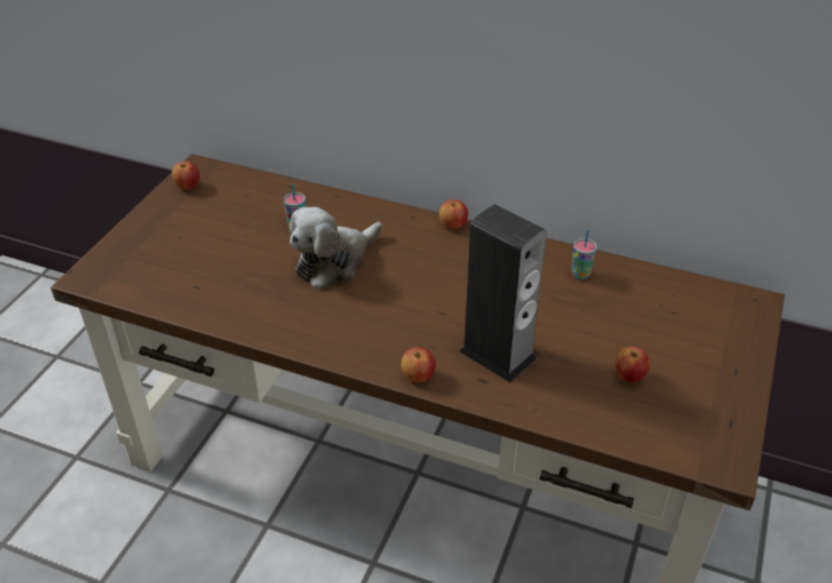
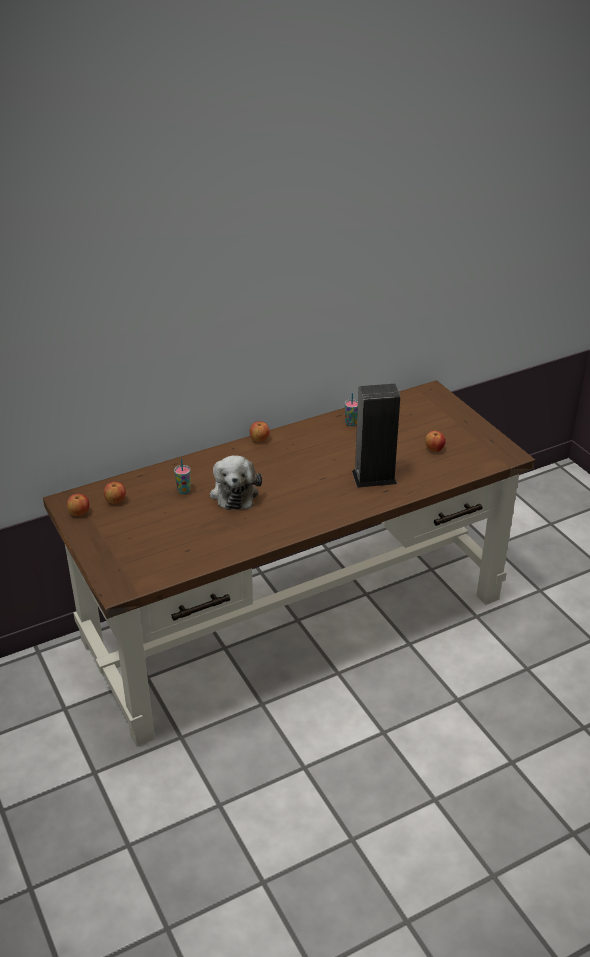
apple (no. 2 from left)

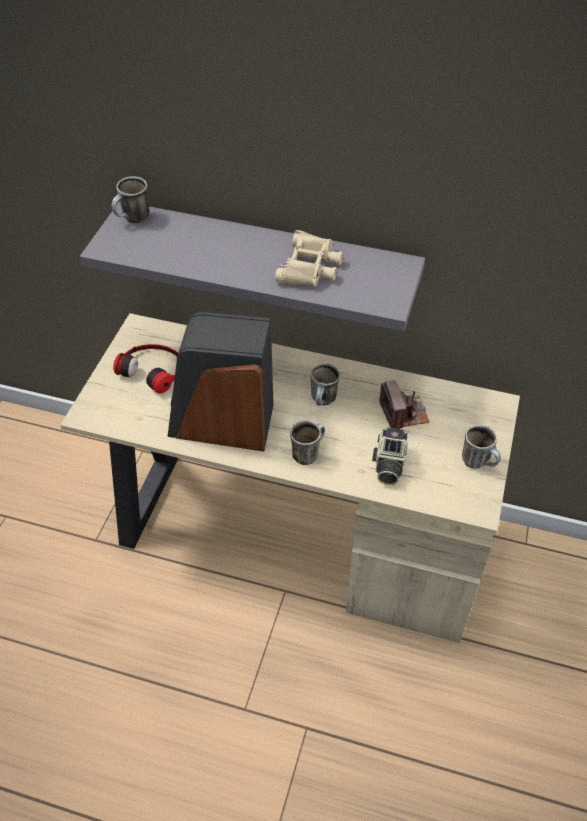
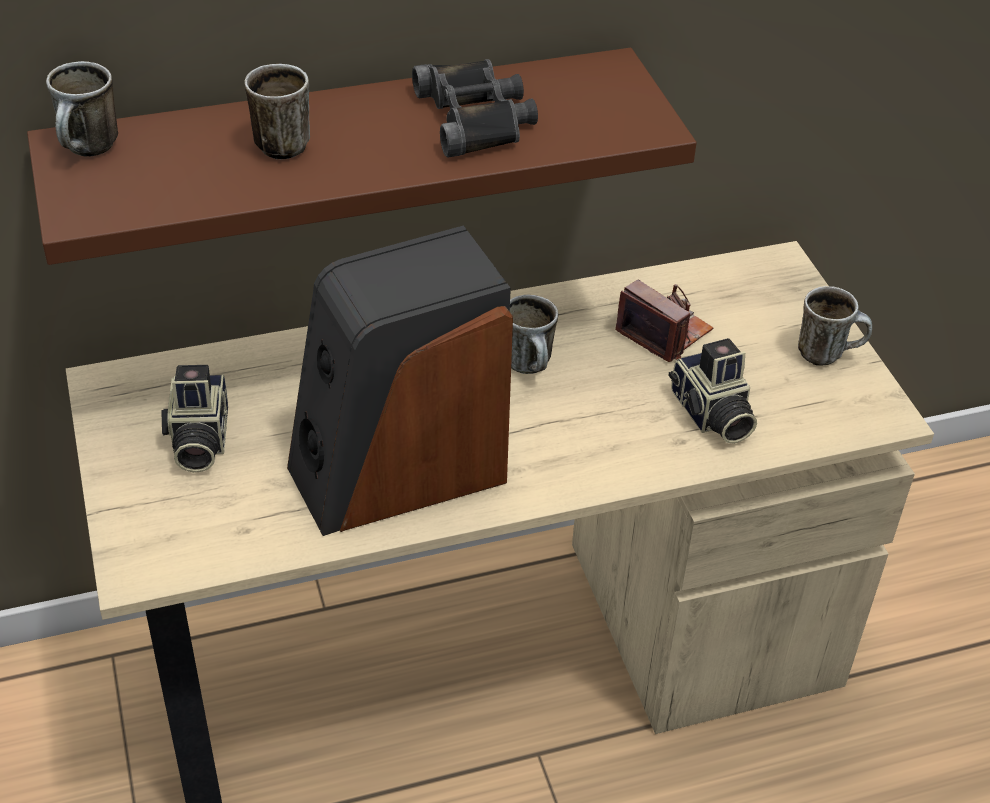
brown-coloured bracket shelf; blackish pair of binoculars; still camera (no. 1 from left); tea mug (no. 2 from left)

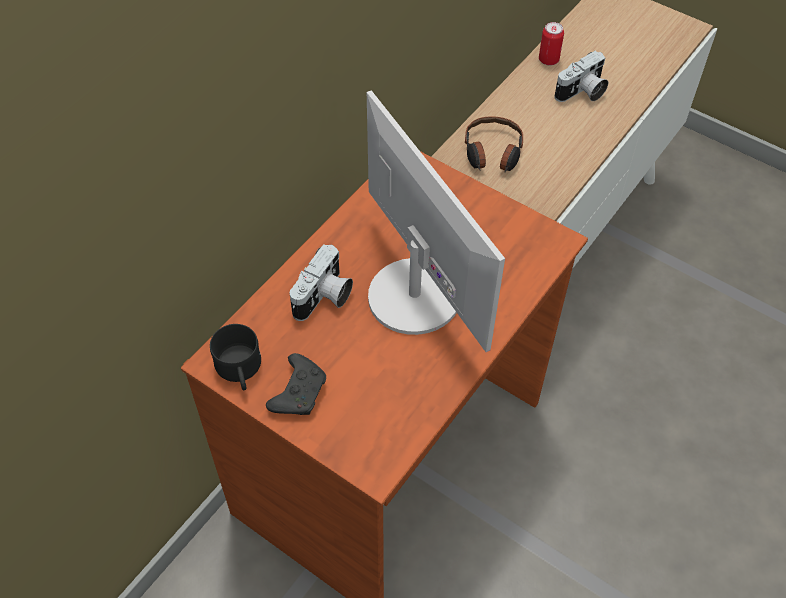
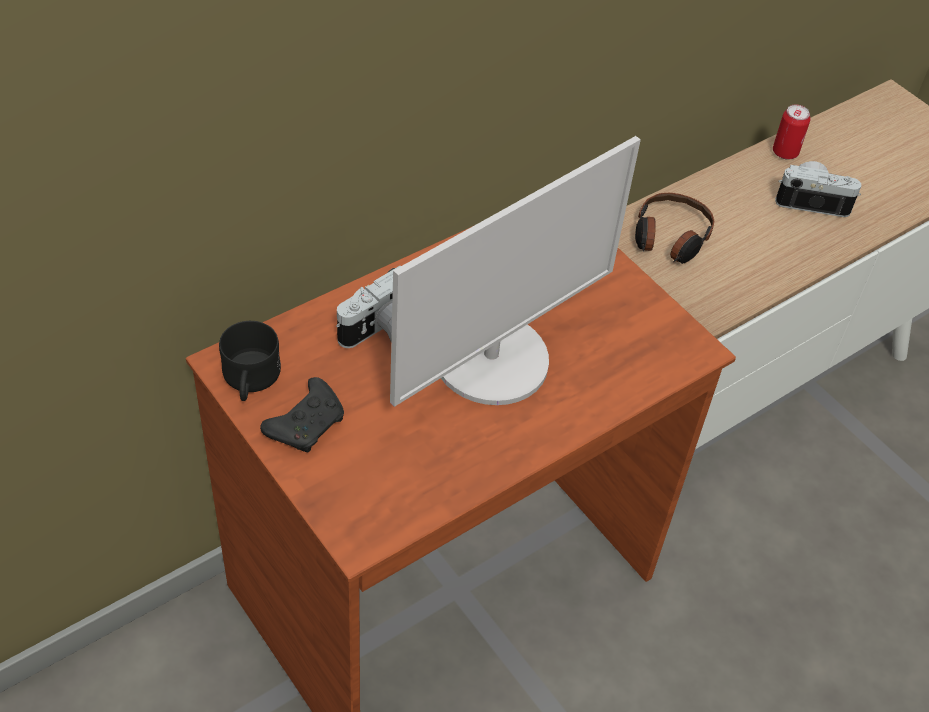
still camera (no. 2 from left); computer screen

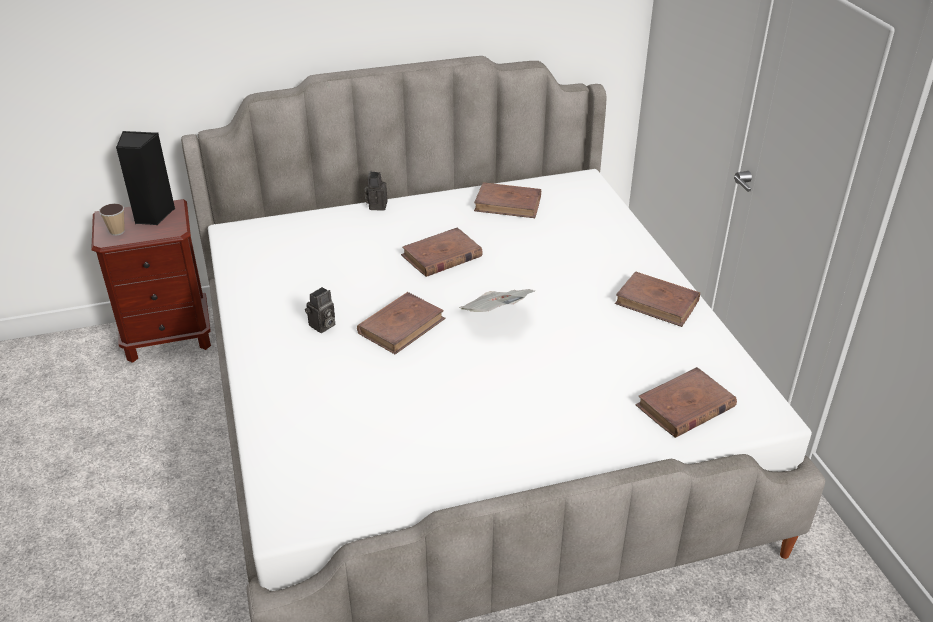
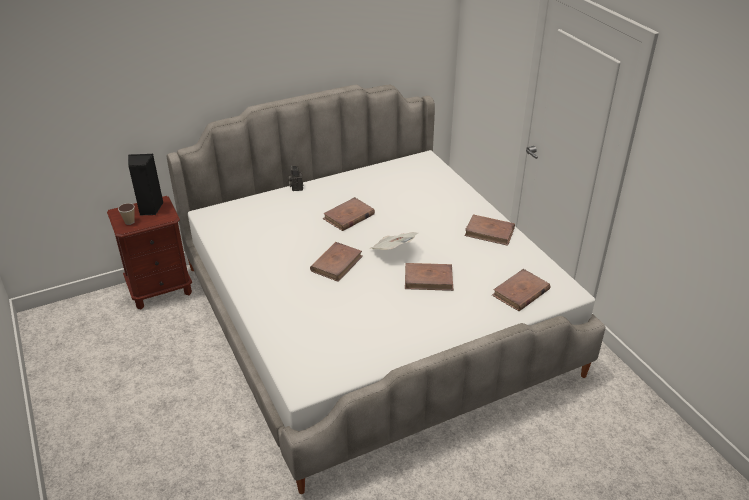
brown-coloured book (no. 3 from left); still camera (no. 1 from left in the first image)

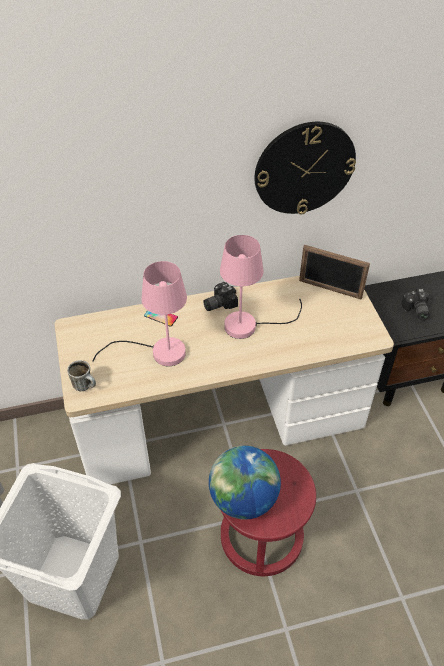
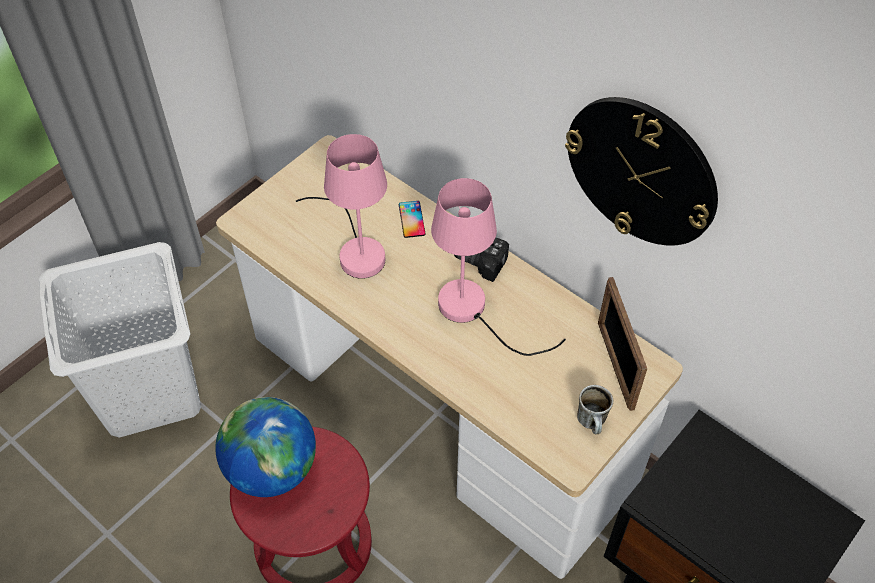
still camera (no. 2 from left in the first image); tea mug

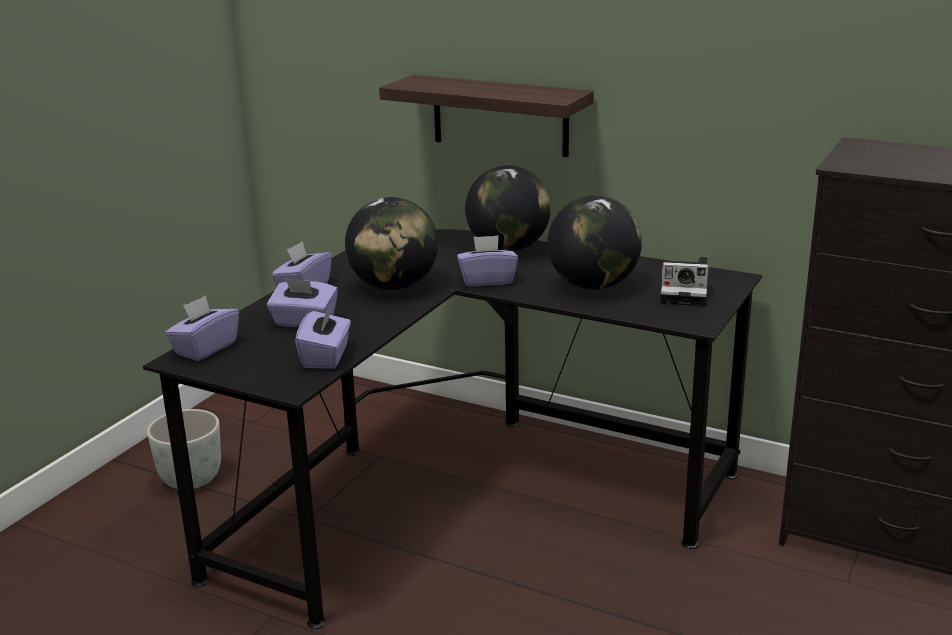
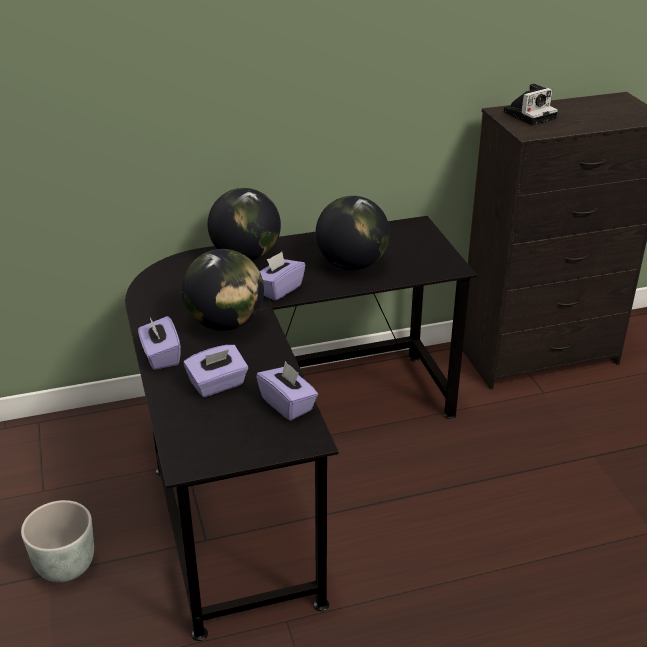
bracket shelf; still camera; purple tissue holder (no. 1 from left in the first image)

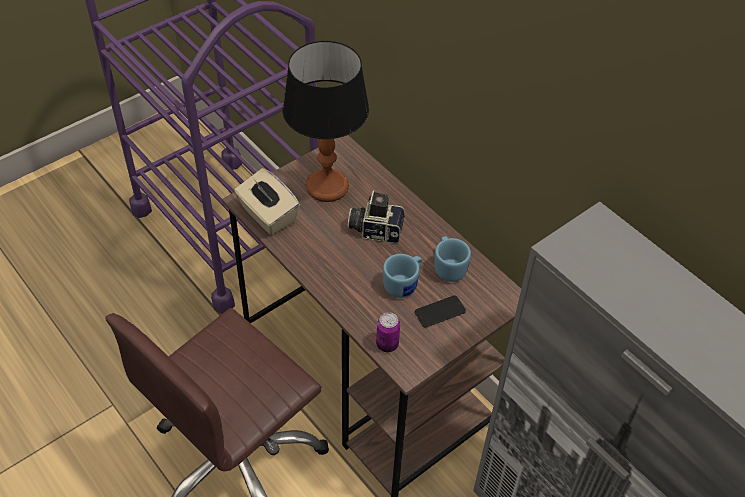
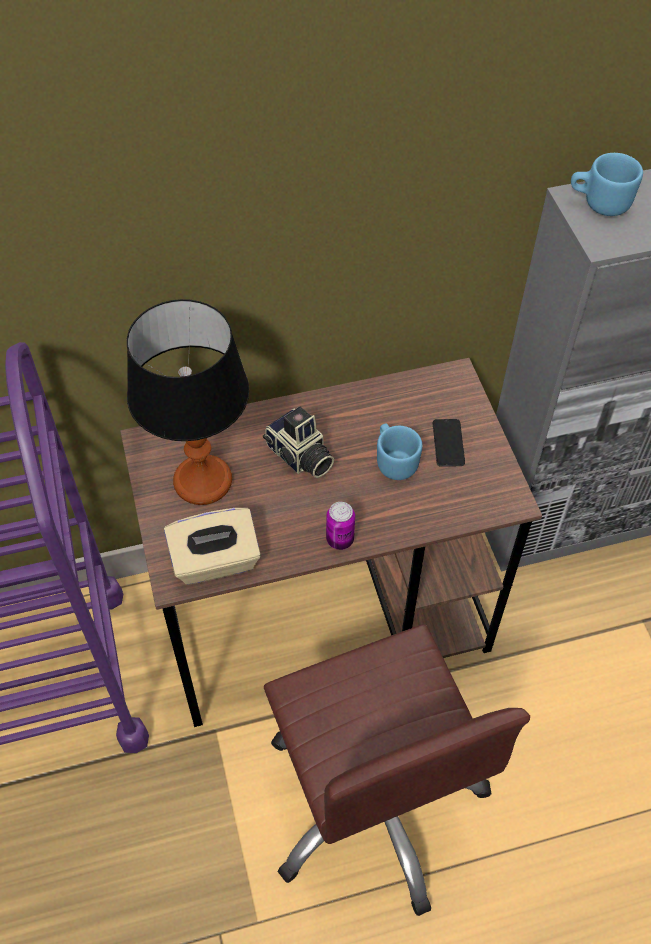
still camera; blue tea mug (no. 2 from left); can

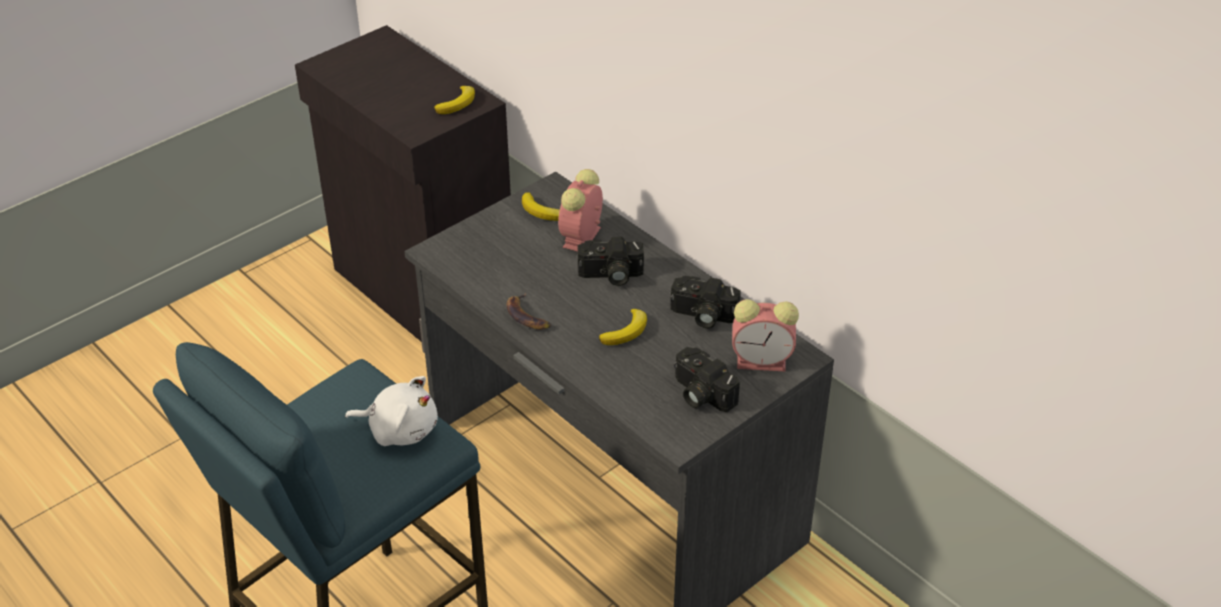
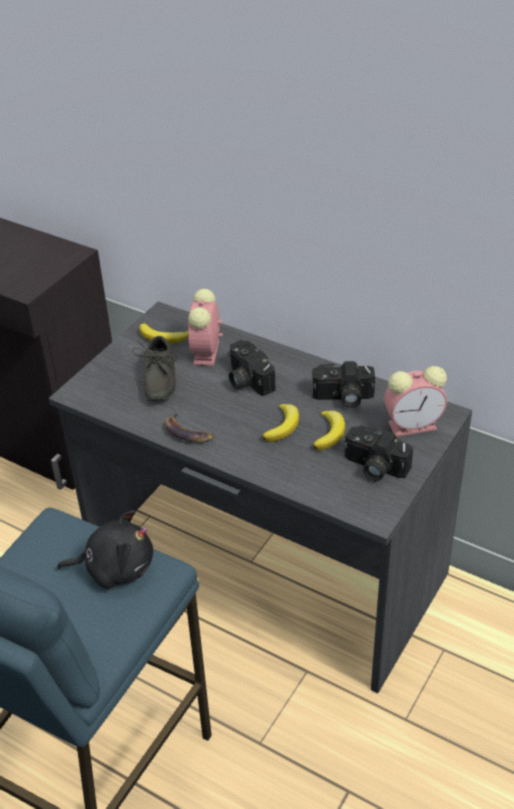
banana fruit (no. 4 from left); still camera (no. 1 from left); blackish soft toy; gray low shoe

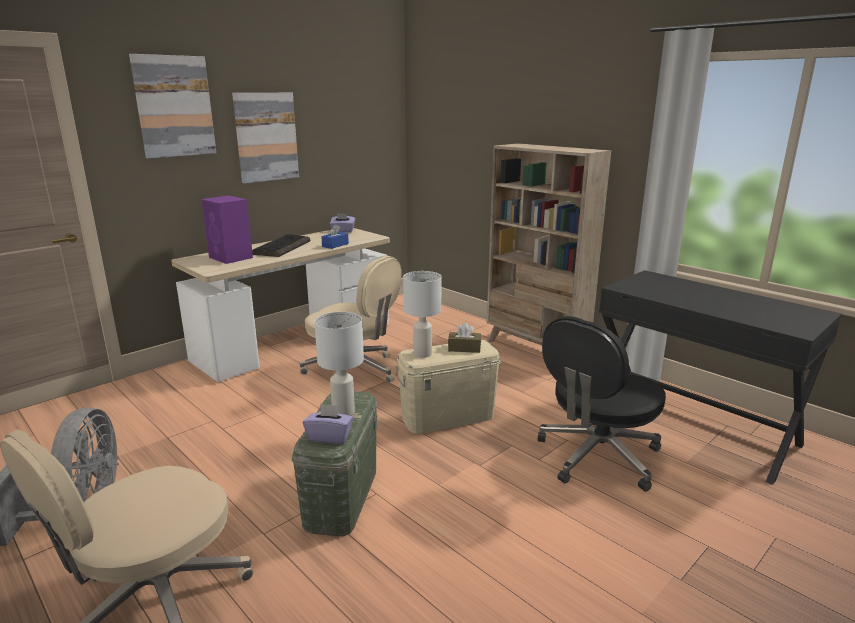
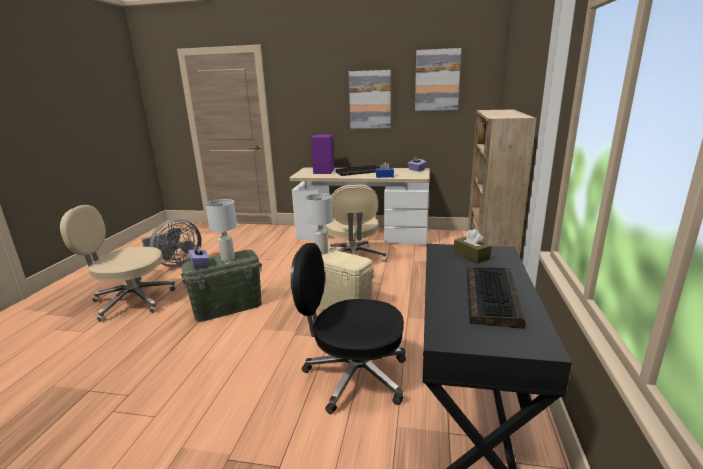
wall picture (no. 2 from left); brown-coloured tissue holder; computer keyboard (no. 2 from left)

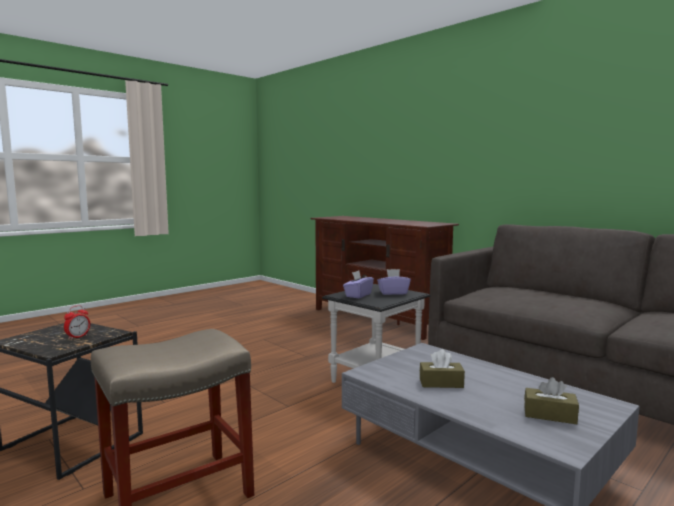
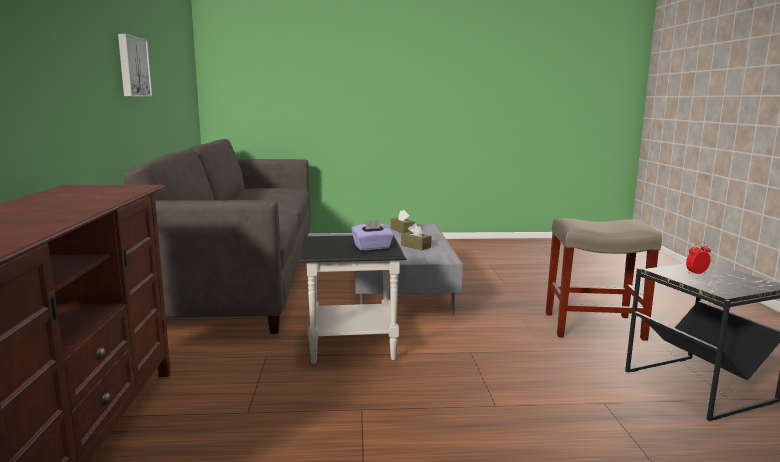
purple tissue holder (no. 2 from left in the first image); wall picture

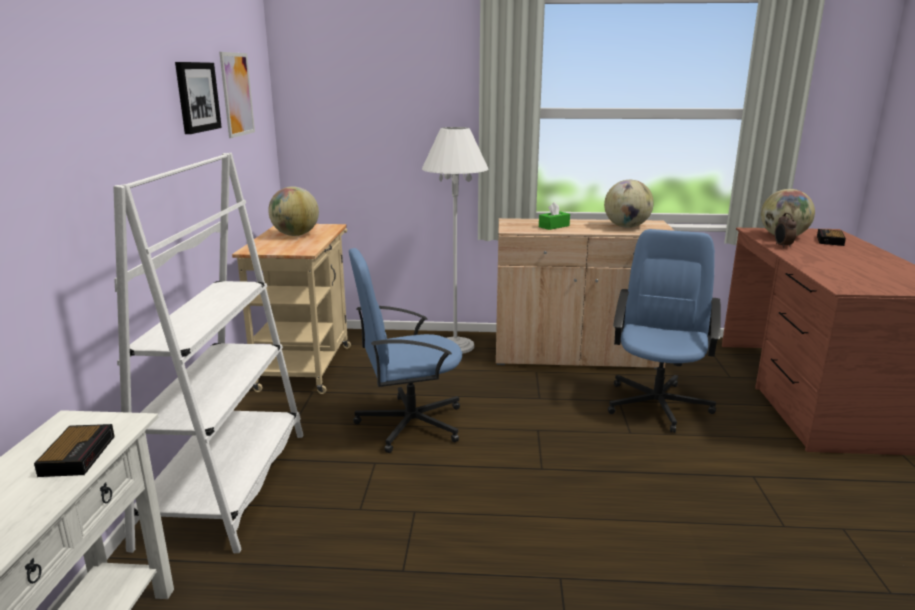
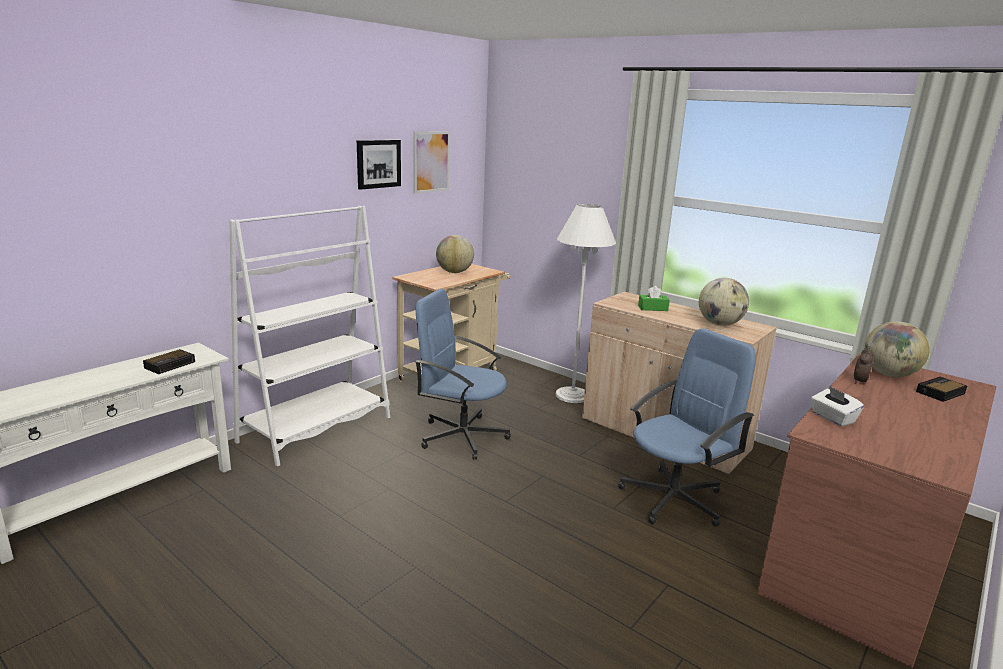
white-coloured tissue holder

